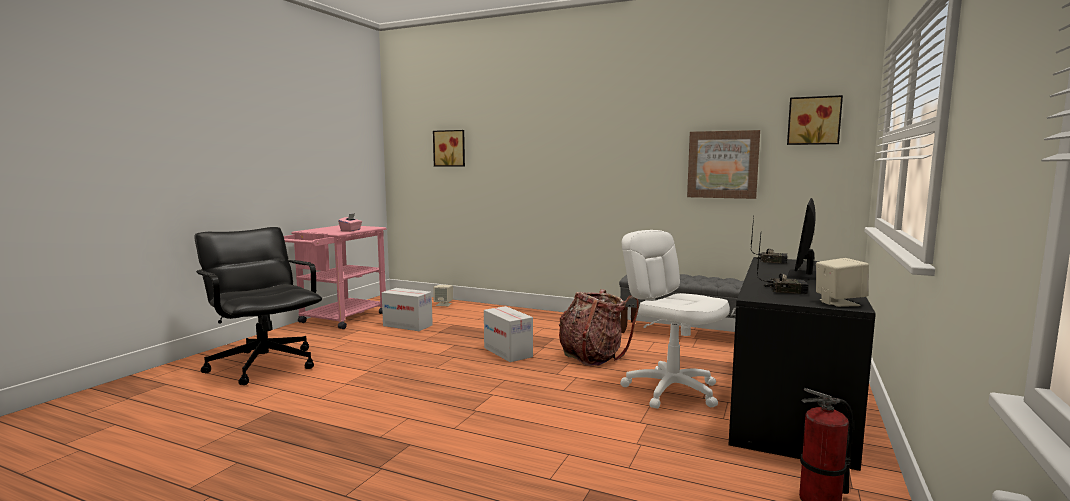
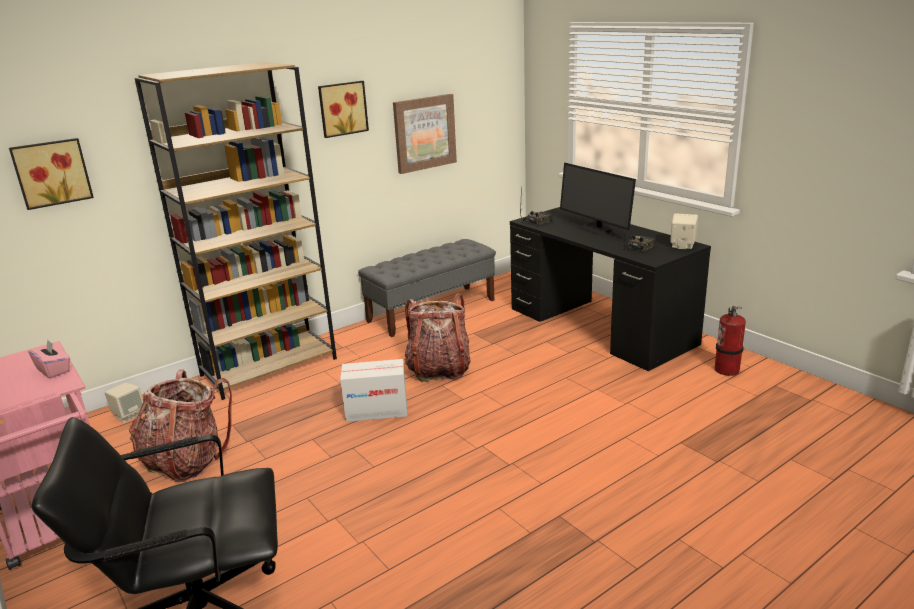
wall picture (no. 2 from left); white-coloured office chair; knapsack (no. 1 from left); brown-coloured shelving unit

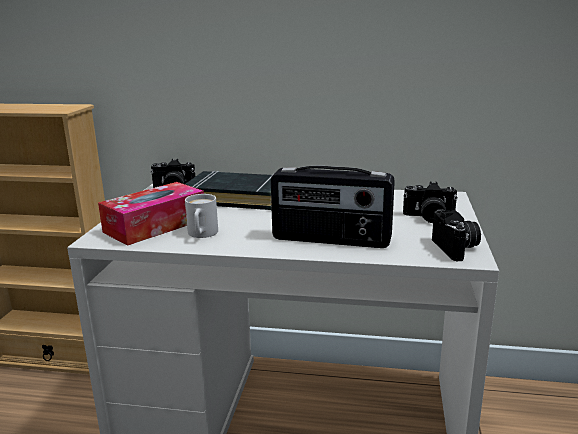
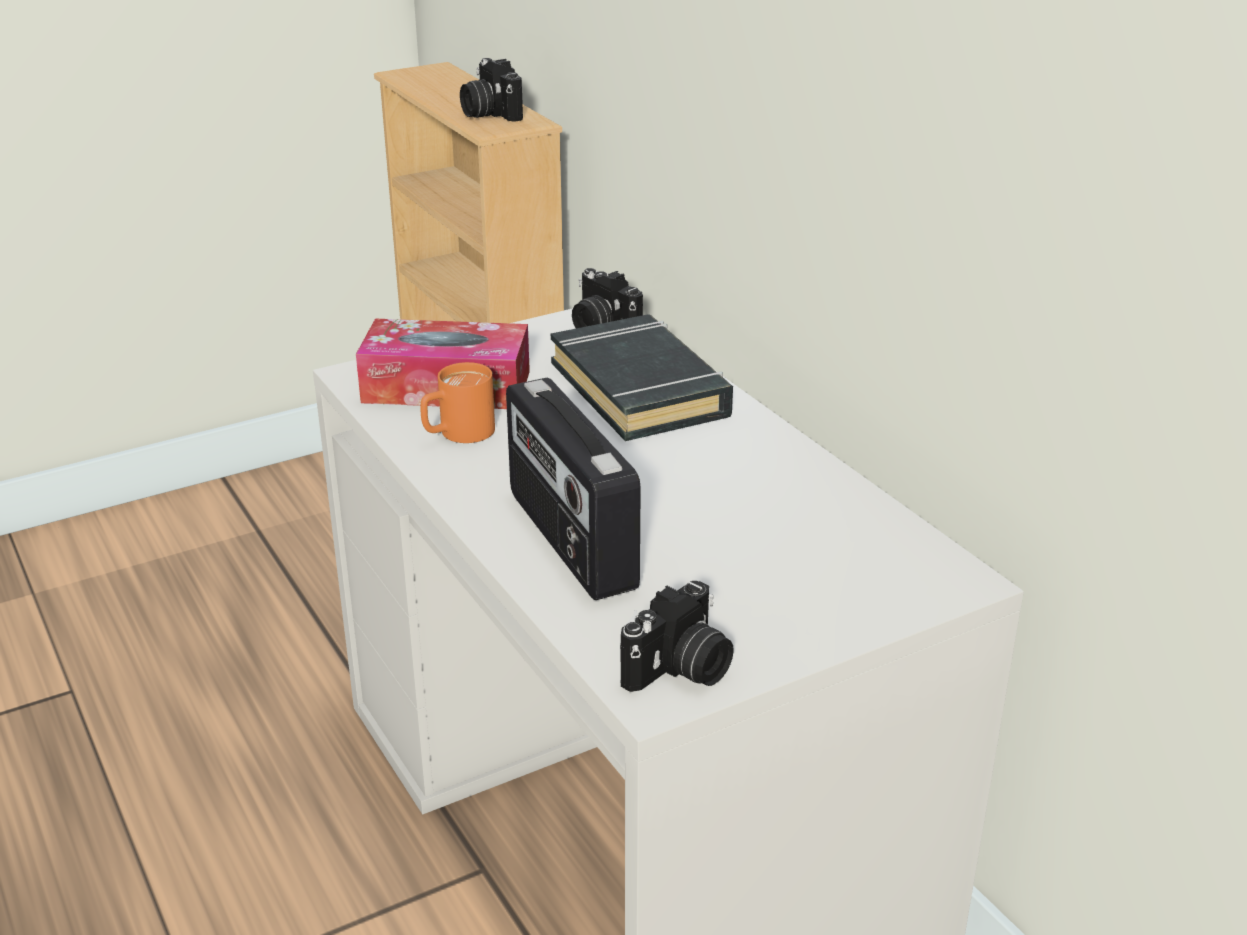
still camera (no. 1 from left); orange tea mug

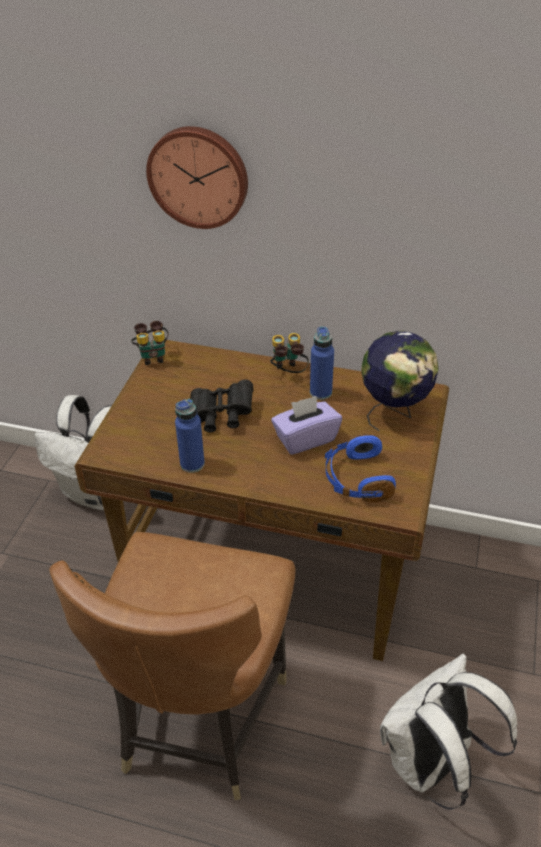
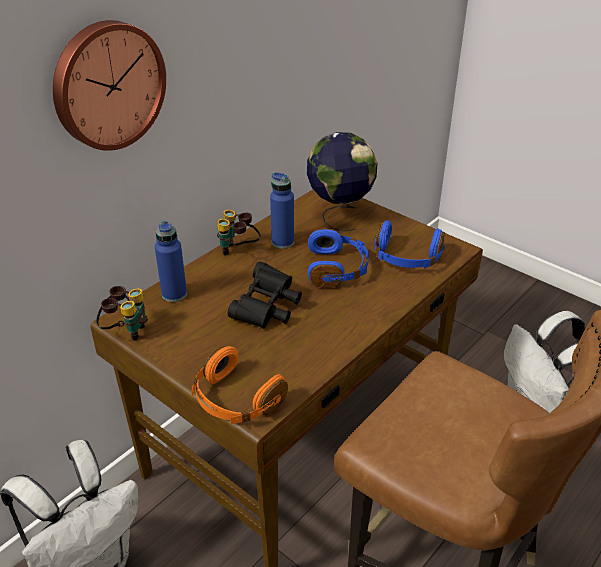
blue headphones (no. 1 from left); blue beverage bottle (no. 1 from left); orange headphones

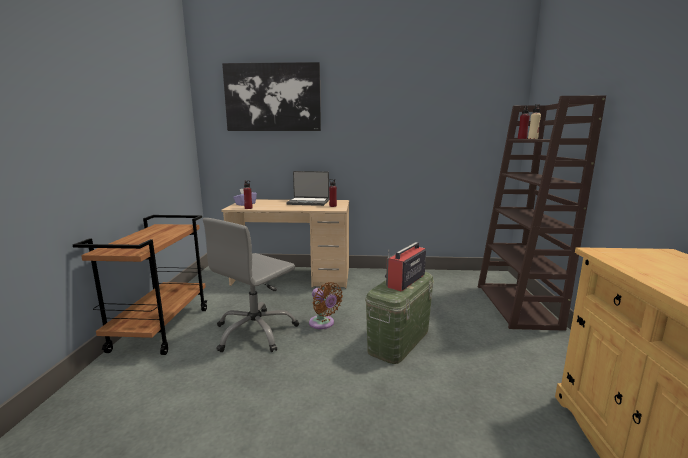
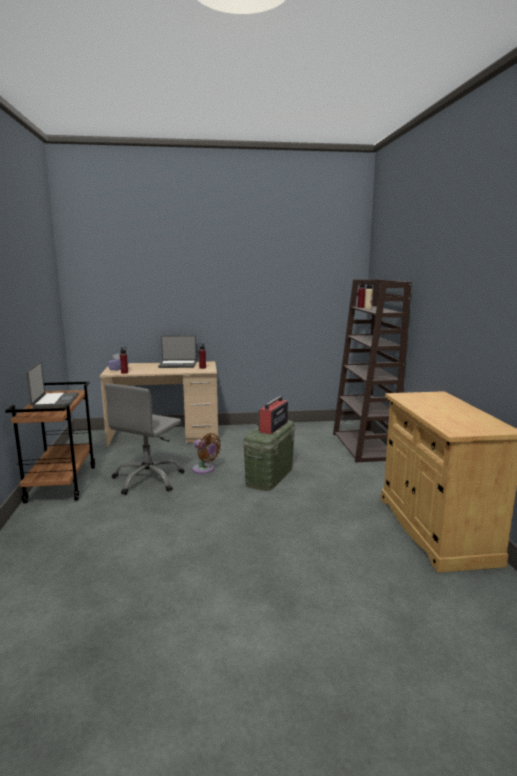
wall picture; portable computer (no. 1 from left)

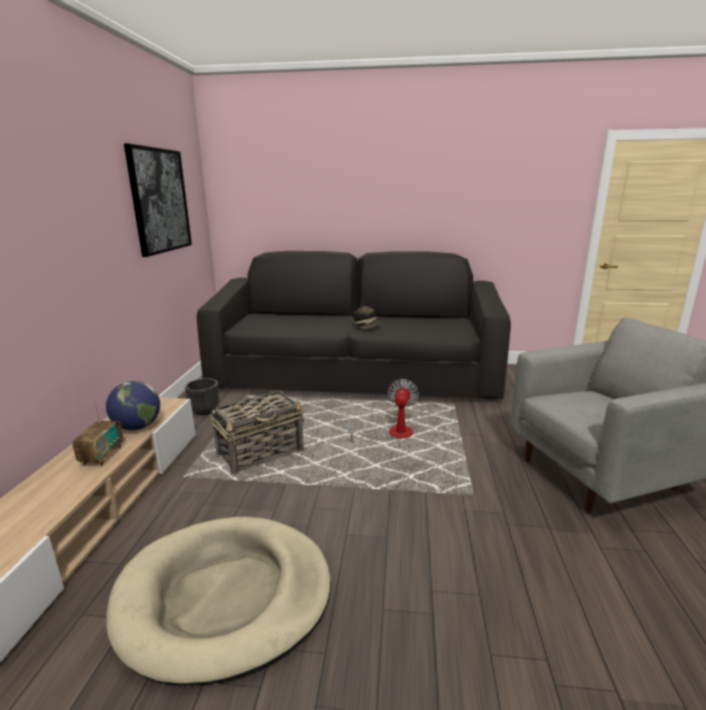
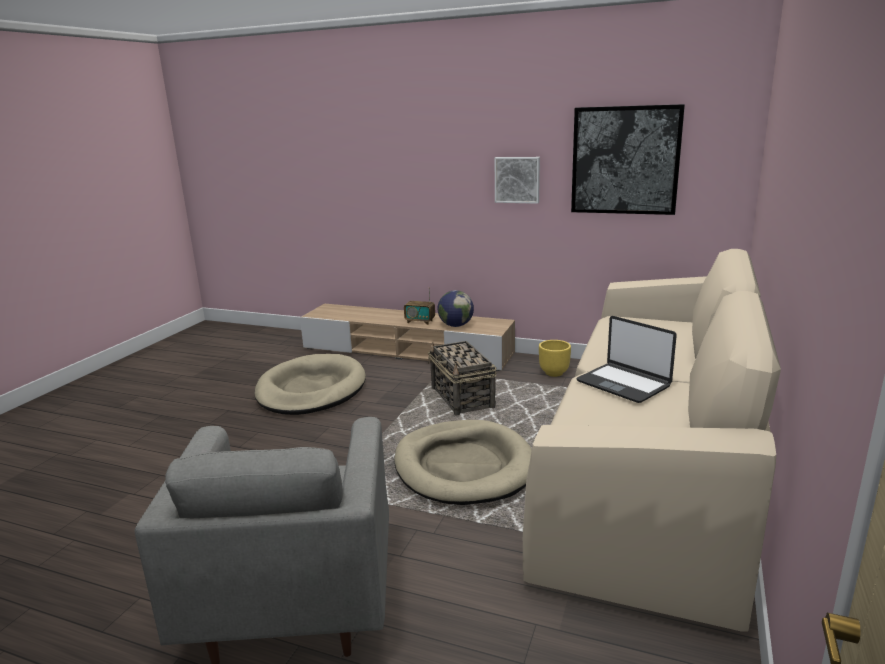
beige sofa; portable computer; yellowish planter; beige pet bed (no. 2 from left); wall picture (no. 1 from left)

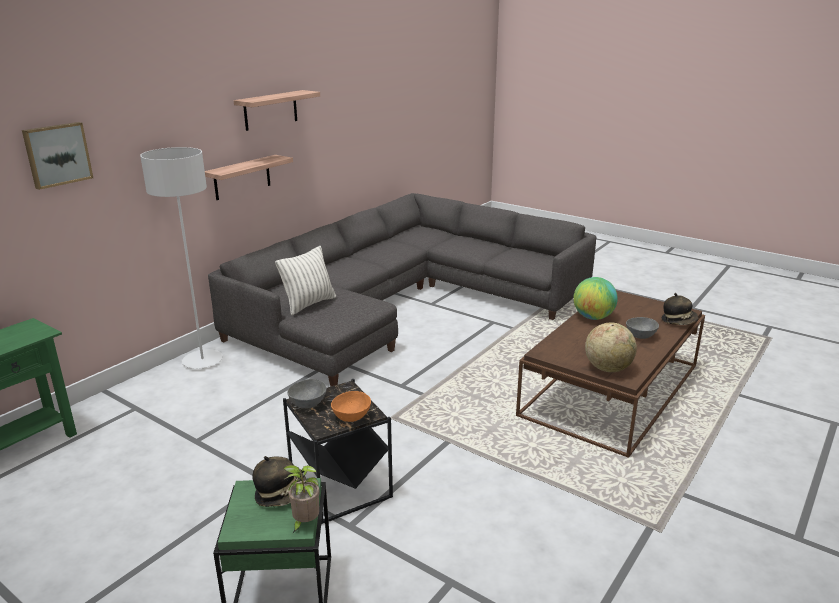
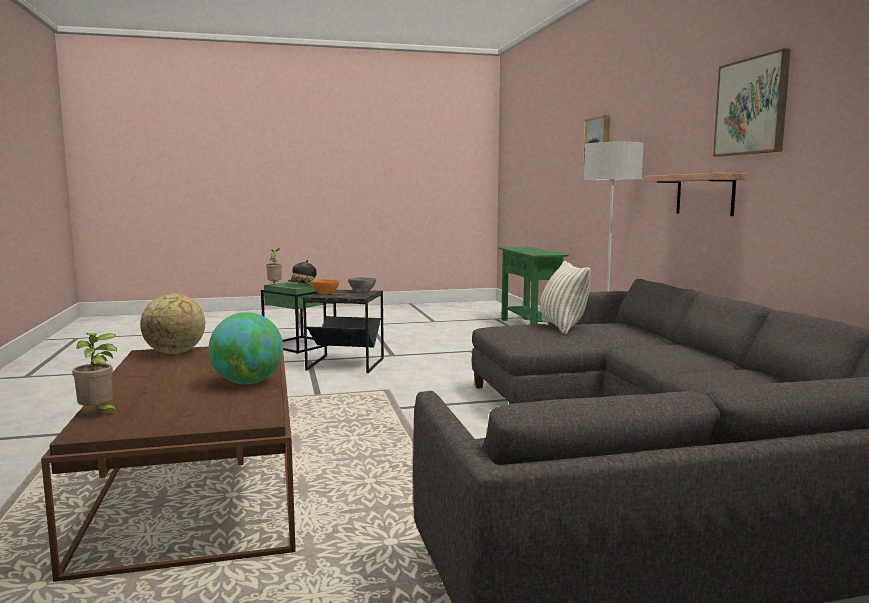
wall picture (no. 2 from left); potted plant (no. 1 from left); gray bowl (no. 2 from left in the first image)

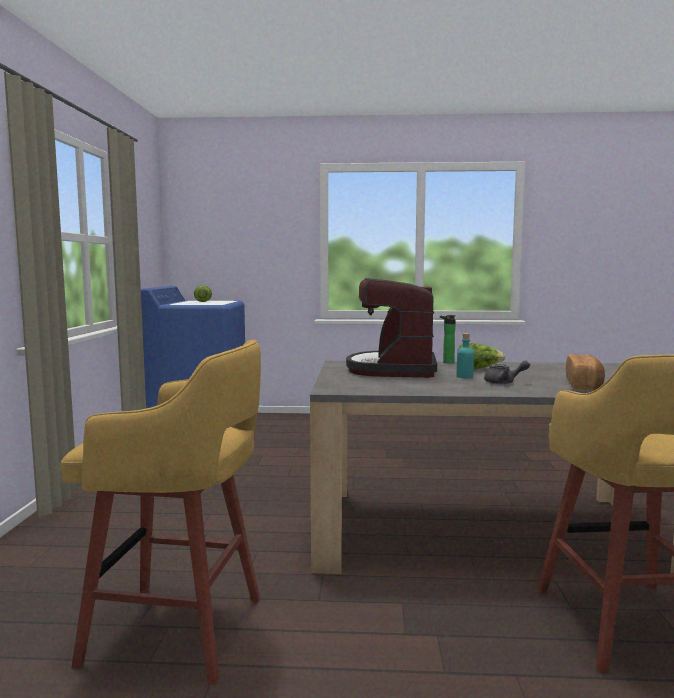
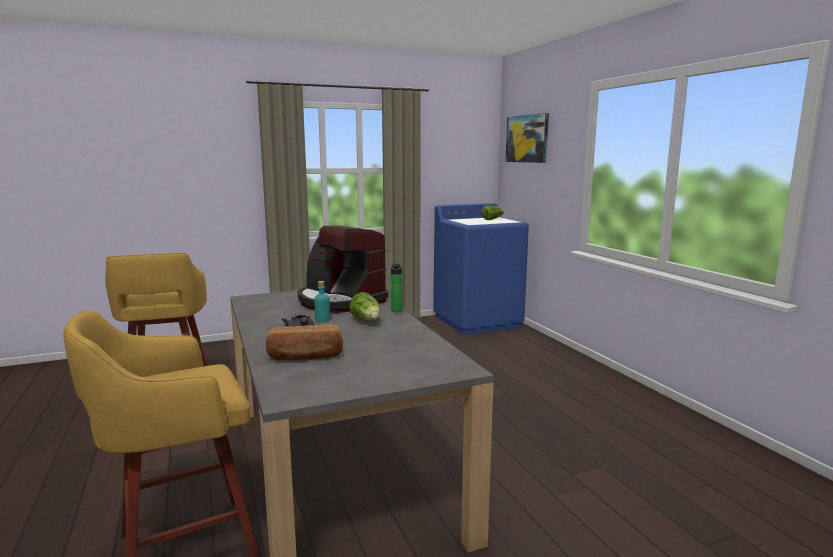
coffee machine; wall picture

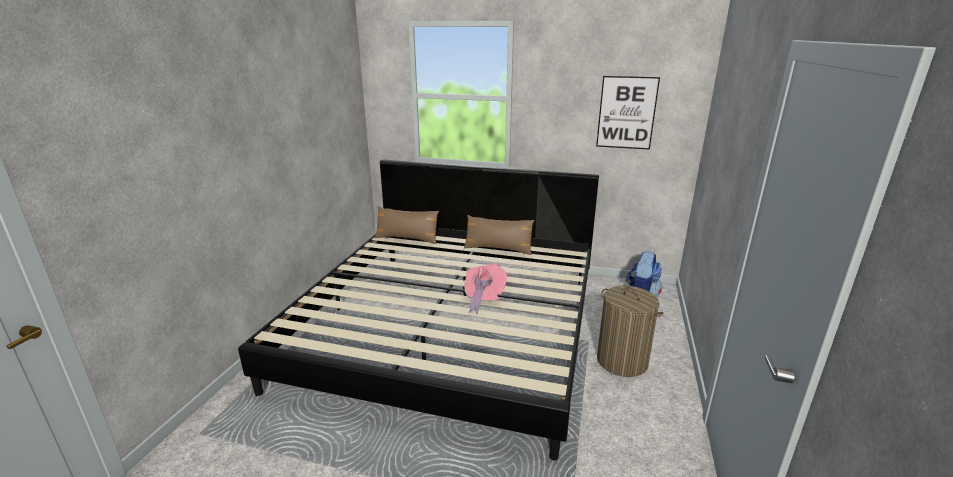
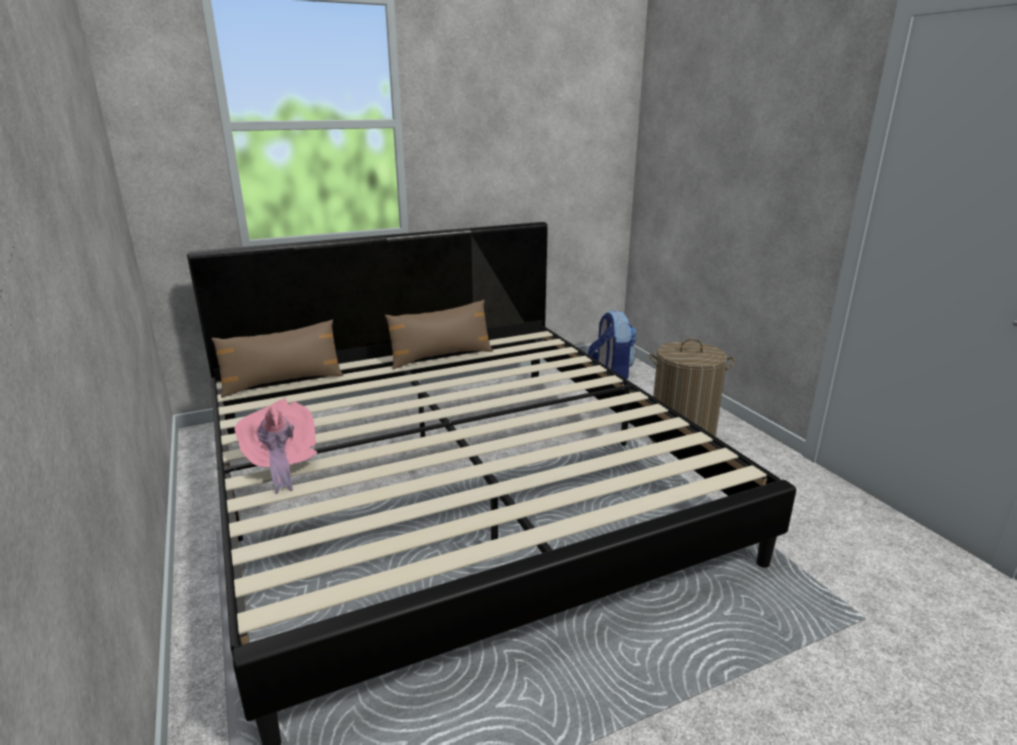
wall picture; pink clothing hat

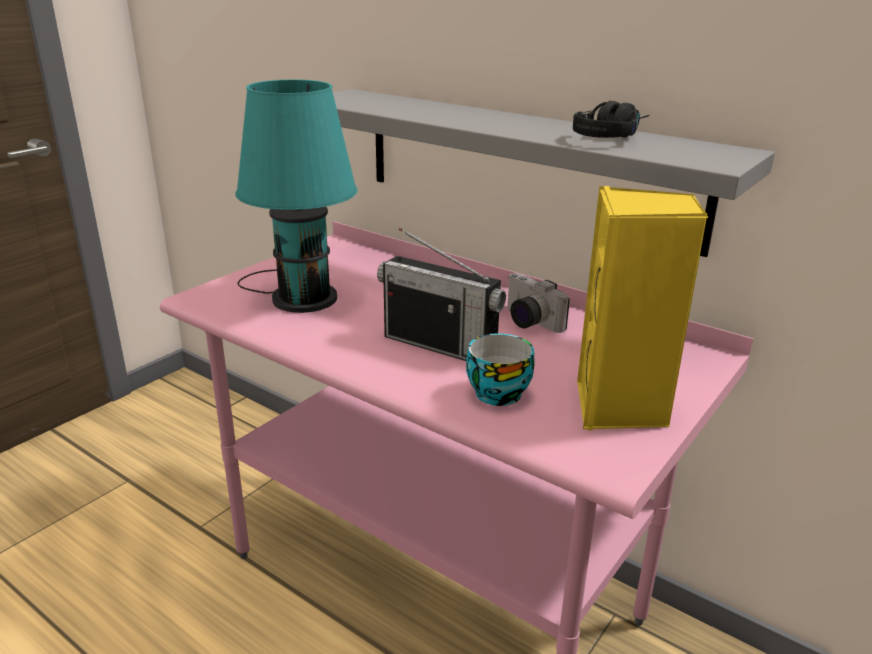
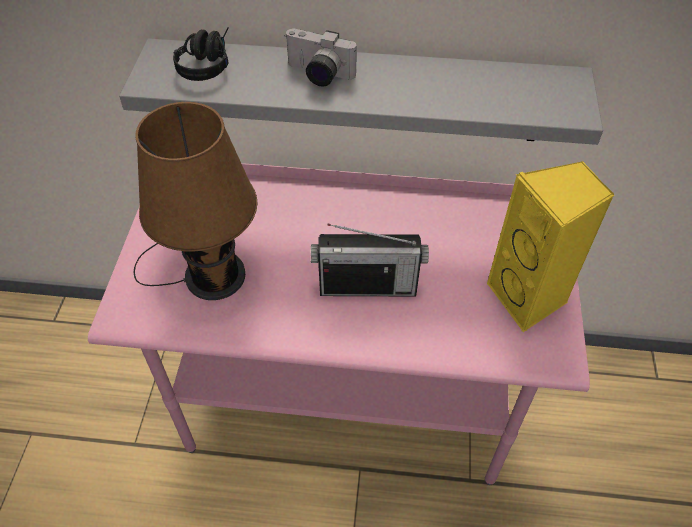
brown-coloured tabletop lamp; blackish headphones; still camera; small cup

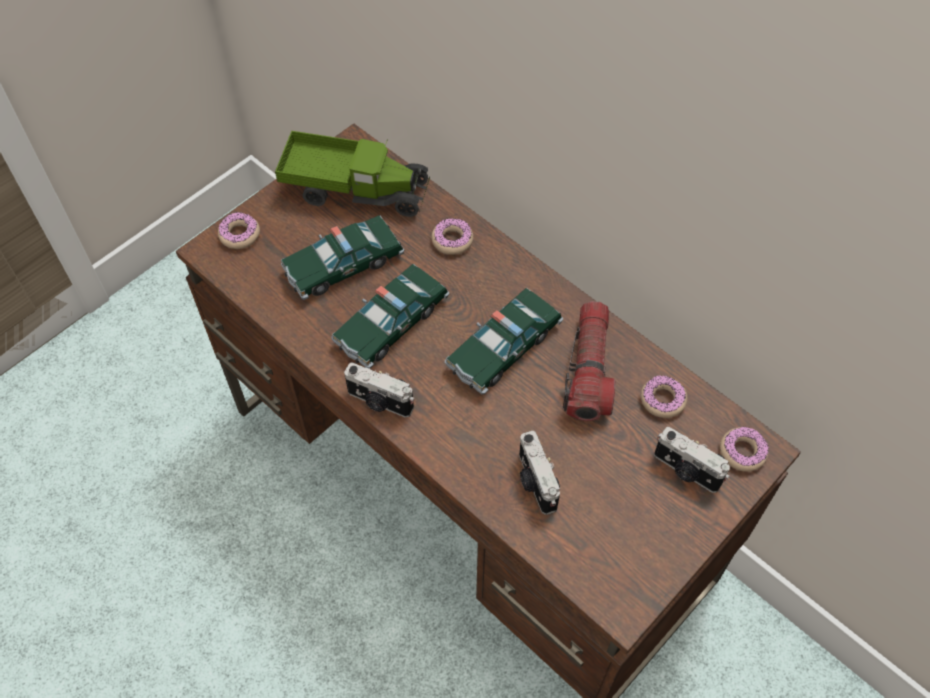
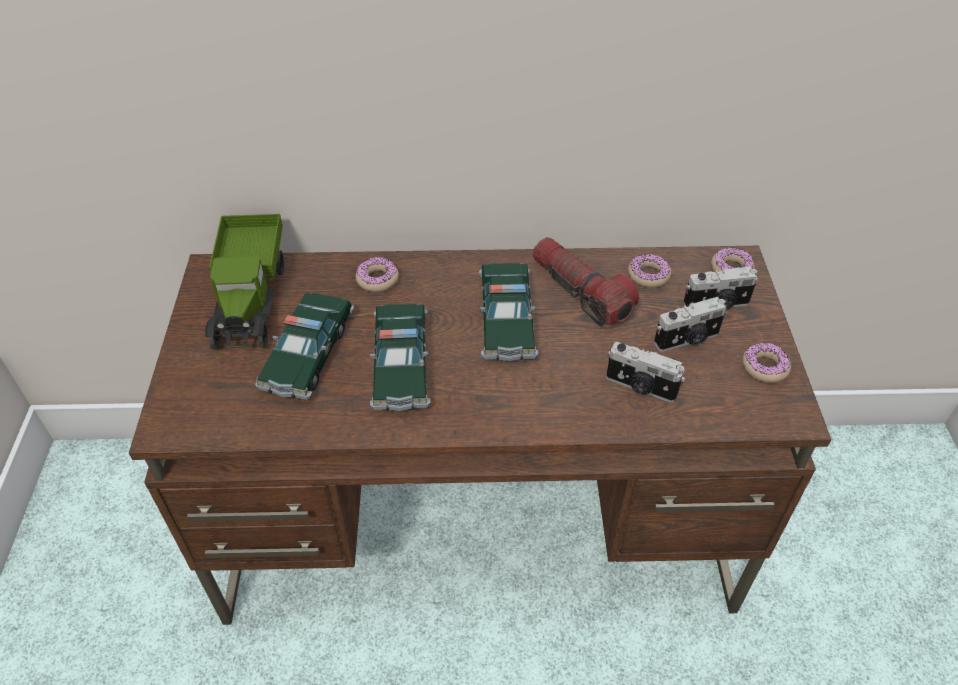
toy truck; ring doughnut (no. 4 from left); still camera (no. 2 from left)

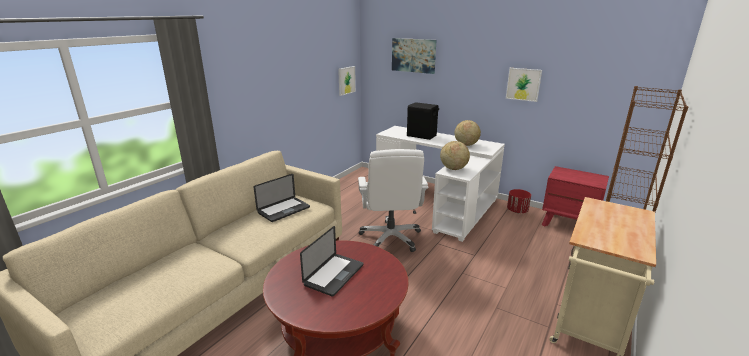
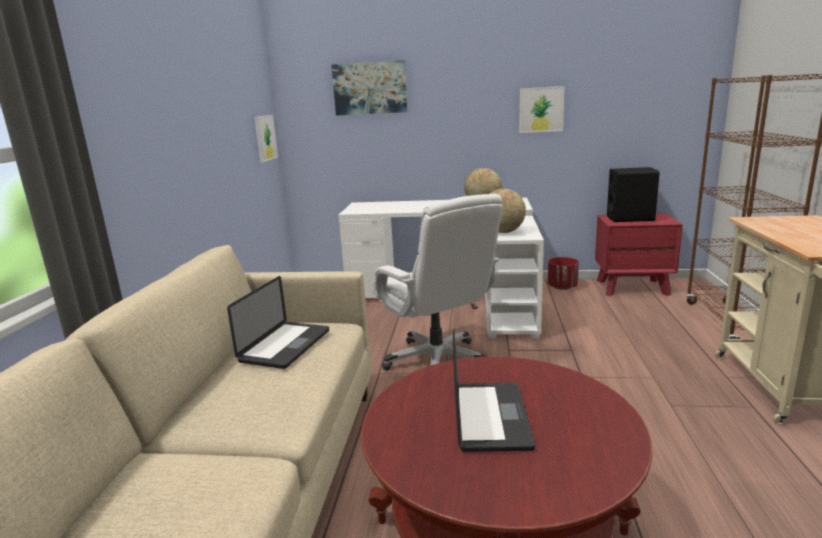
blackish speaker

